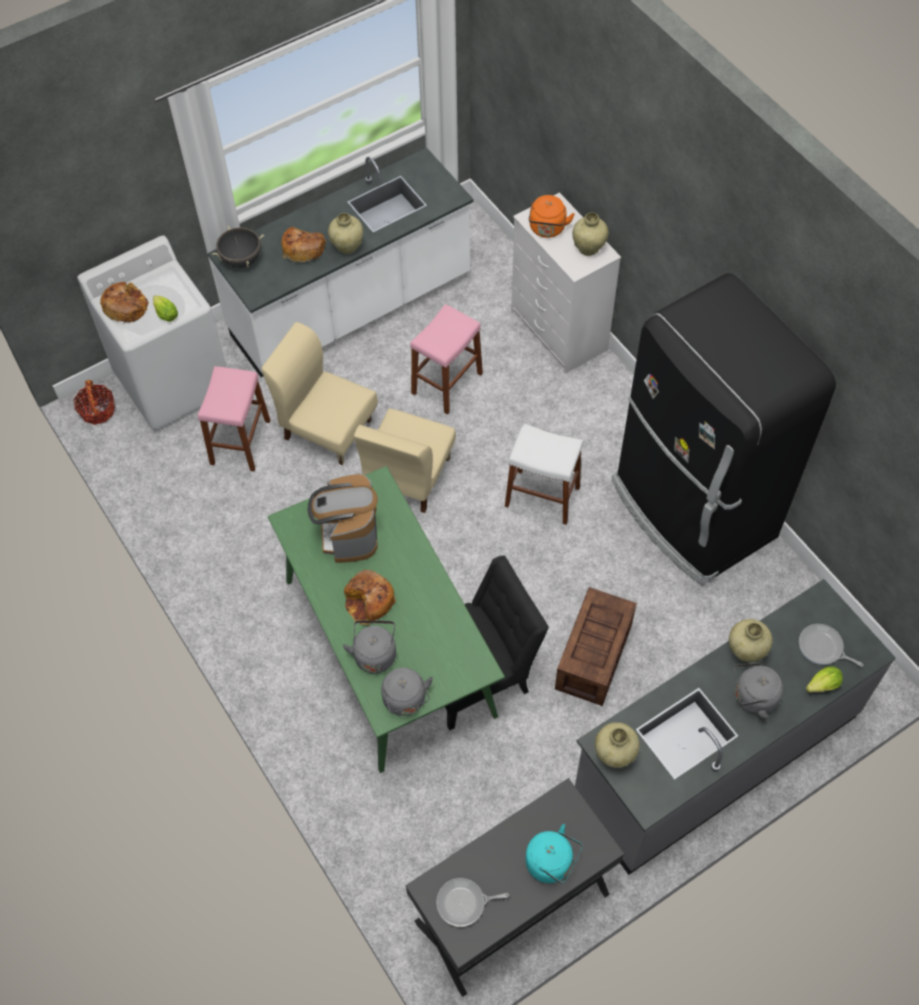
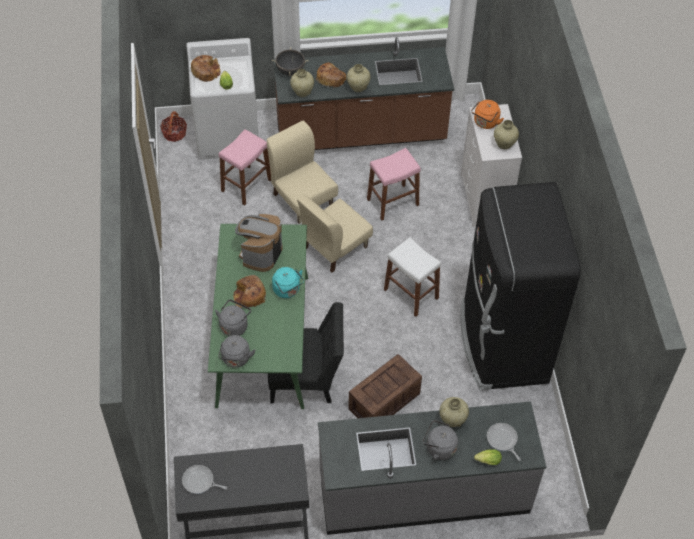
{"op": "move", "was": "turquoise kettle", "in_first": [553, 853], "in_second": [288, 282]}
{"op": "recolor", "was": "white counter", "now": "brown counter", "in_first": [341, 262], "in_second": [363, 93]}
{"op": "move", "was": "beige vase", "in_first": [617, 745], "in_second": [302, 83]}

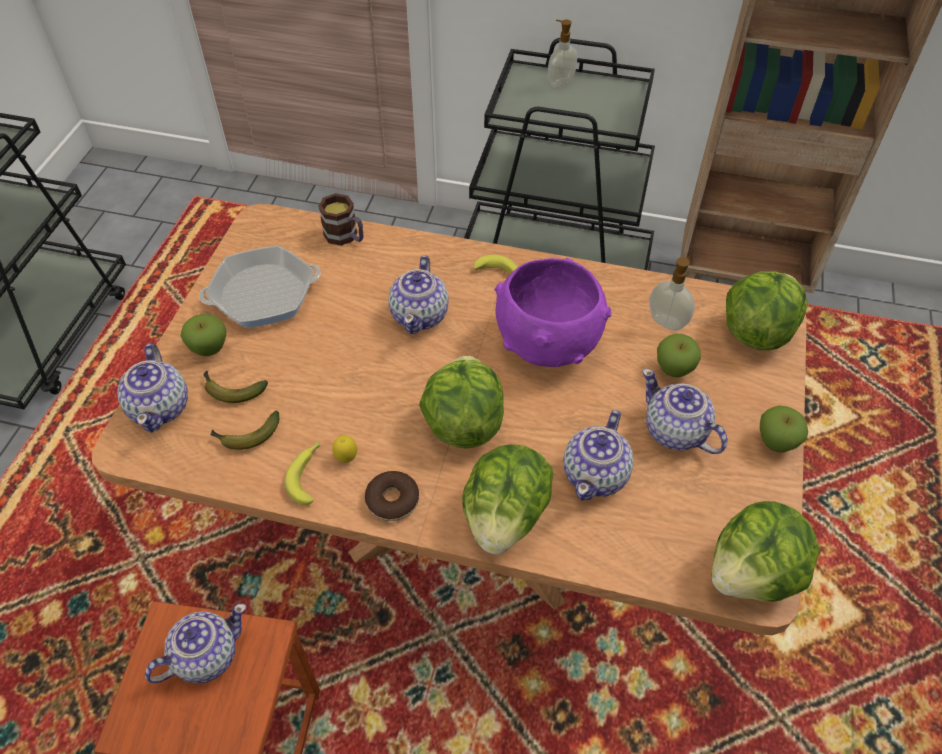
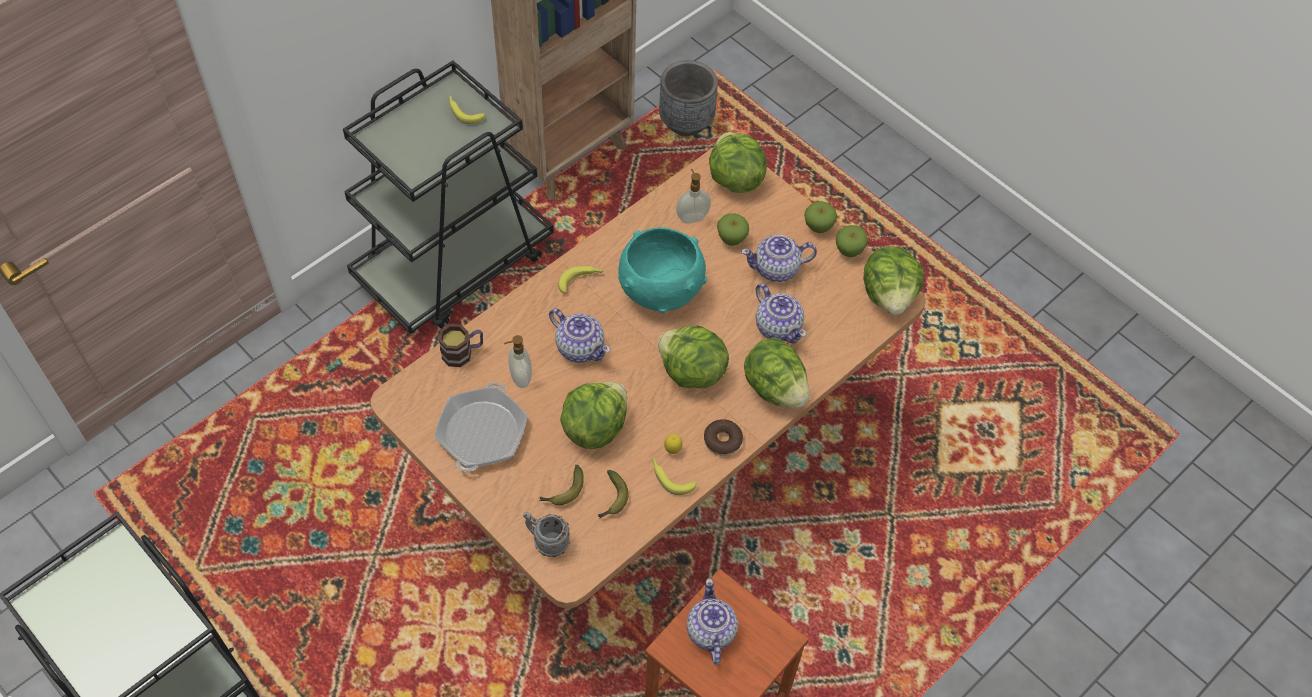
{"op": "insert", "now": "banana", "in_second": [467, 110]}
{"op": "move", "was": "soap dispenser", "in_first": [562, 54], "in_second": [518, 361]}
{"op": "replace", "was": "teapot", "now": "grey mug", "in_first": [153, 387], "in_second": [546, 534]}
{"op": "insert", "now": "lettuce", "in_second": [593, 415]}
{"op": "recolor", "was": "purple bowl", "now": "turquoise bowl", "in_first": [553, 312], "in_second": [662, 270]}
{"op": "insert", "now": "grey planter", "in_second": [688, 98]}
{"op": "move", "was": "apple", "in_first": [203, 335], "in_second": [852, 241]}

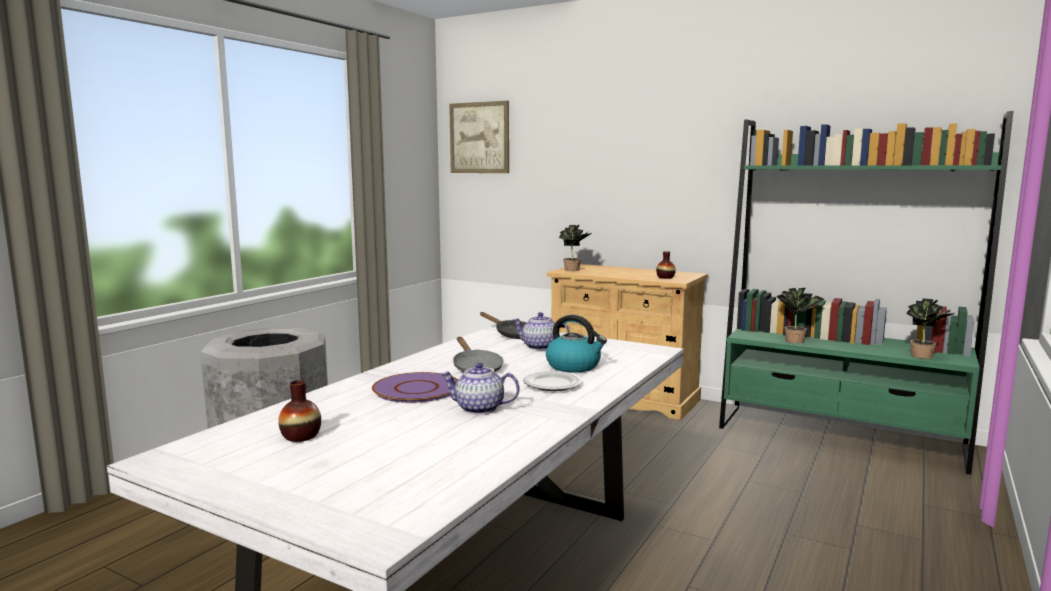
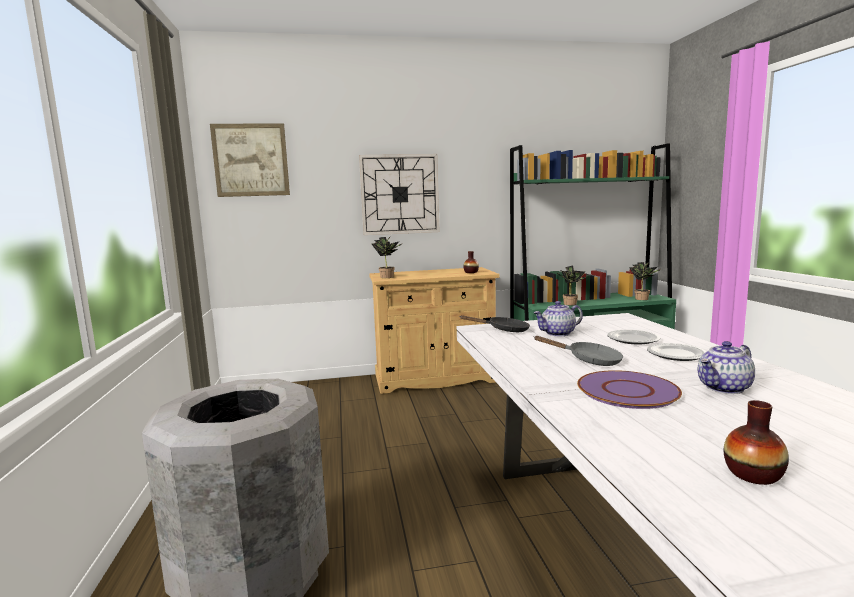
{"op": "insert", "now": "wall clock", "in_second": [399, 194]}
{"op": "replace", "was": "kettle", "now": "plate", "in_first": [576, 344], "in_second": [633, 337]}

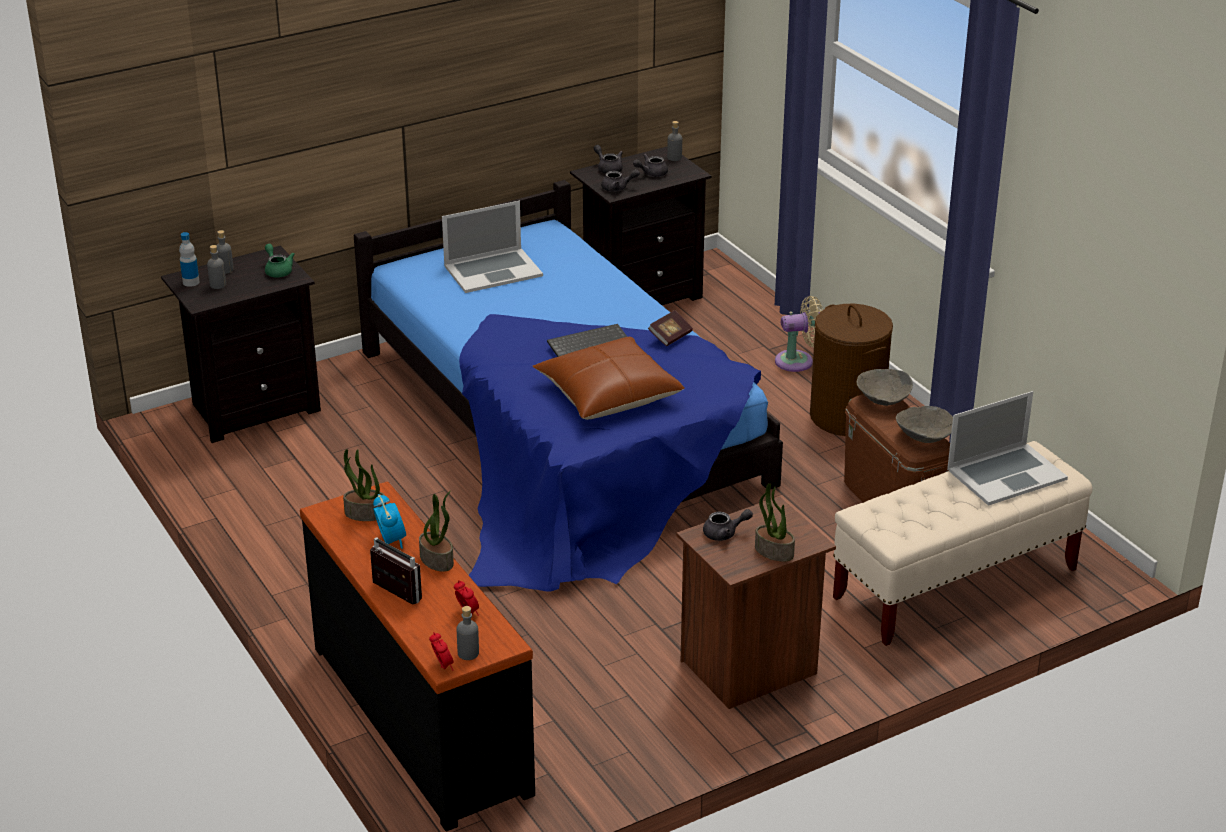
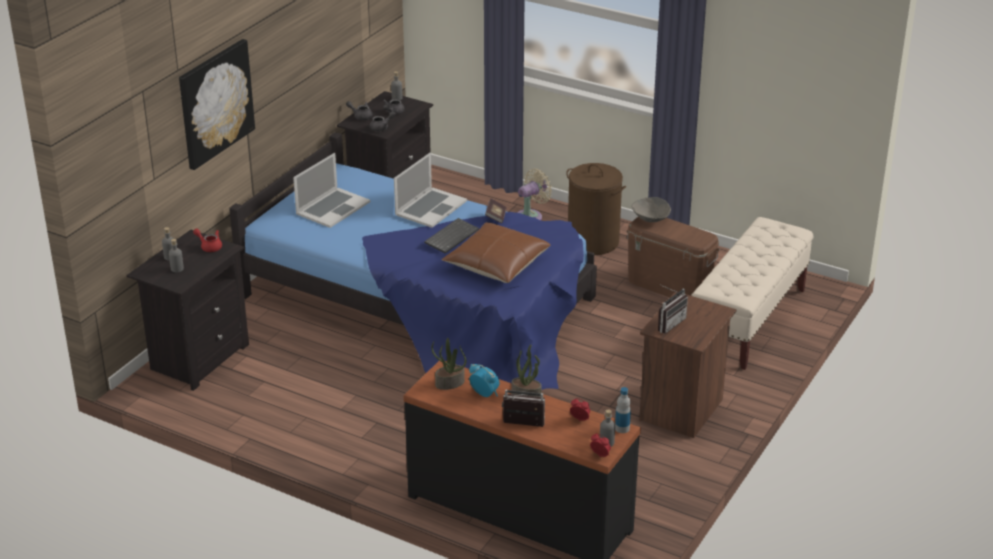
{"op": "insert", "now": "picture", "in_second": [217, 104]}
{"op": "recolor", "was": "green teapot", "now": "red teapot", "in_first": [280, 260], "in_second": [207, 240]}
{"op": "move", "was": "laptop", "in_first": [1007, 448], "in_second": [430, 190]}
{"op": "move", "was": "bottle", "in_first": [189, 259], "in_second": [623, 410]}
{"op": "replace", "was": "grey teapot", "now": "radio", "in_first": [728, 525], "in_second": [673, 309]}
{"op": "delete", "was": "potted plant", "in_first": [775, 522]}
{"op": "delete", "was": "grey bowl", "in_first": [924, 424]}

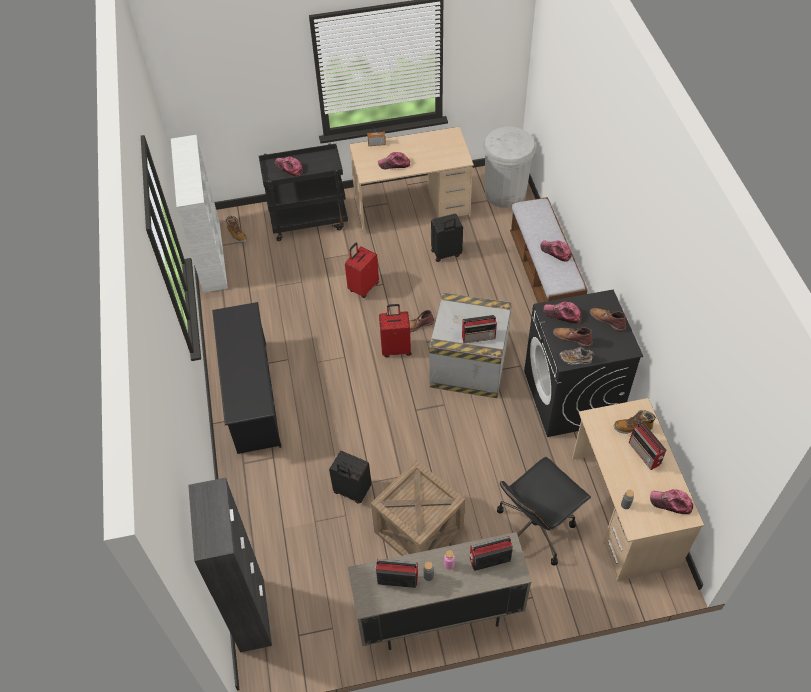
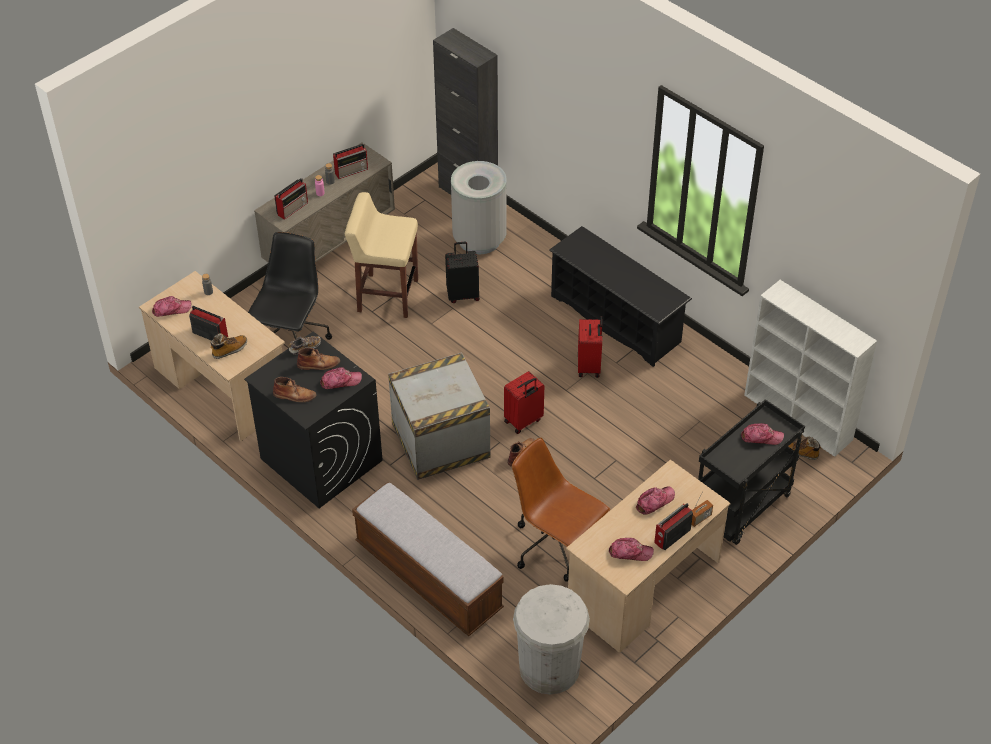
{"op": "replace", "was": "crate", "now": "beige stool", "in_first": [418, 508], "in_second": [381, 255]}
{"op": "insert", "now": "grey trash can", "in_second": [479, 207]}
{"op": "replace", "was": "black suitcase", "now": "brown office chair", "in_first": [447, 238], "in_second": [561, 509]}
{"op": "move", "was": "red suitcase", "in_first": [362, 270], "in_second": [590, 347]}
{"op": "move", "was": "cap", "in_first": [556, 251], "in_second": [631, 549]}
{"op": "move", "was": "radio", "in_first": [479, 329], "in_second": [673, 526]}

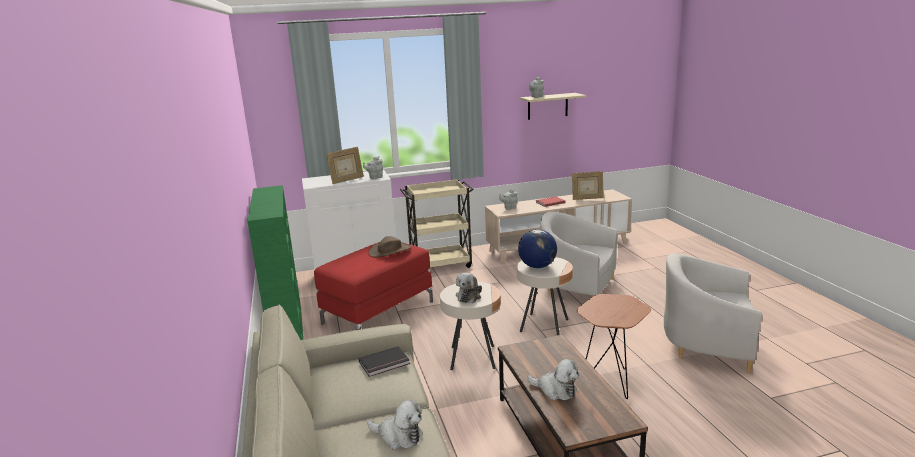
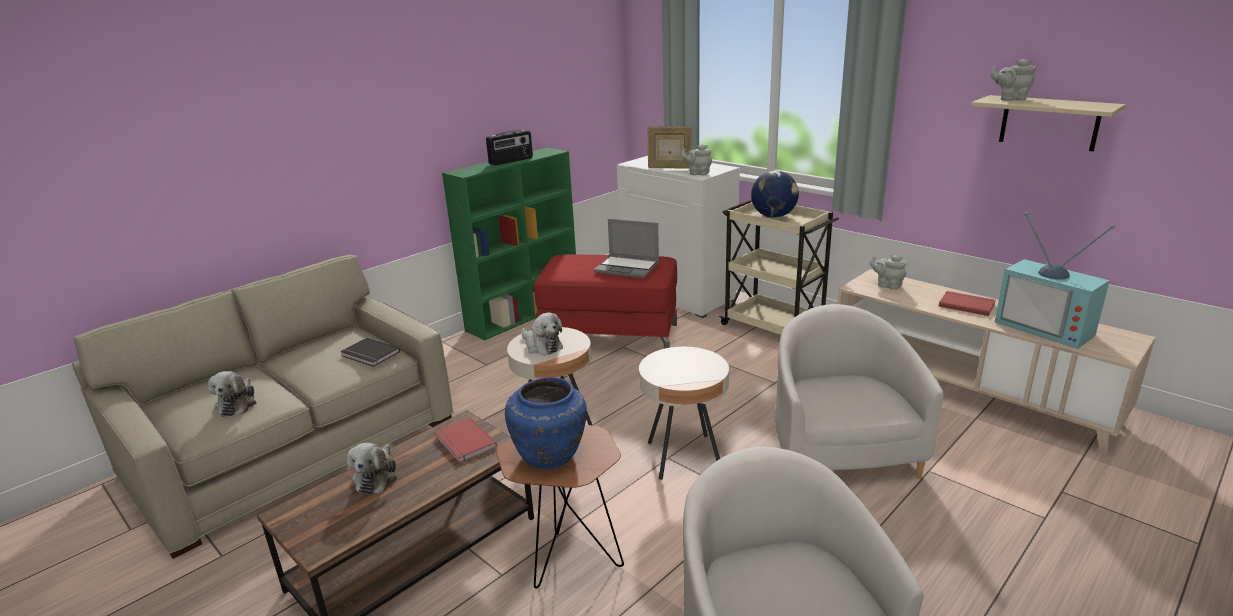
{"op": "insert", "now": "red book", "in_second": [465, 440]}
{"op": "insert", "now": "radio", "in_second": [509, 148]}
{"op": "insert", "now": "blue vase", "in_second": [546, 423]}
{"op": "rotate", "was": "plush toy", "in_first": [469, 288], "in_second": [542, 333], "clockwise": -120}
{"op": "replace", "was": "brown hat", "now": "laptop", "in_first": [389, 247], "in_second": [626, 248]}
{"op": "move", "was": "globe", "in_first": [537, 248], "in_second": [775, 194]}
{"op": "replace", "was": "picture frame", "now": "television", "in_first": [588, 185], "in_second": [1055, 280]}

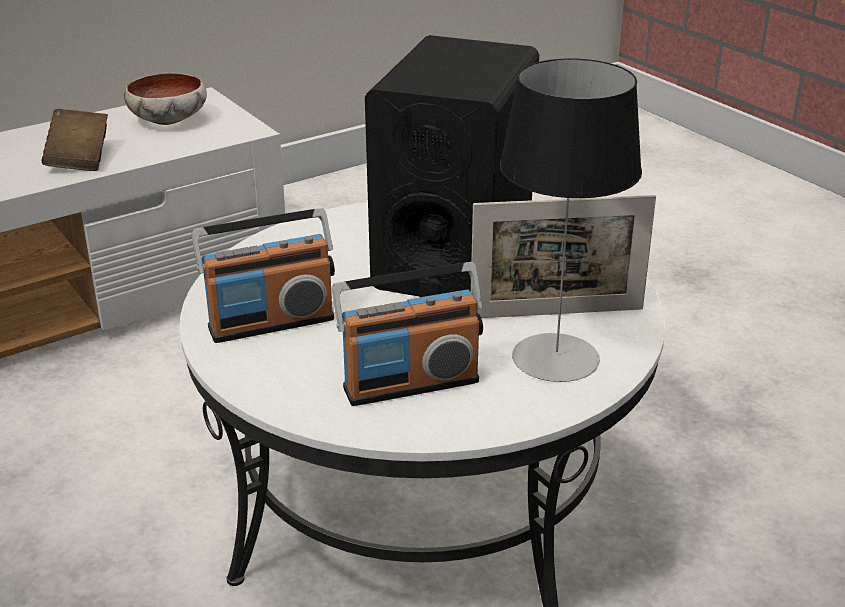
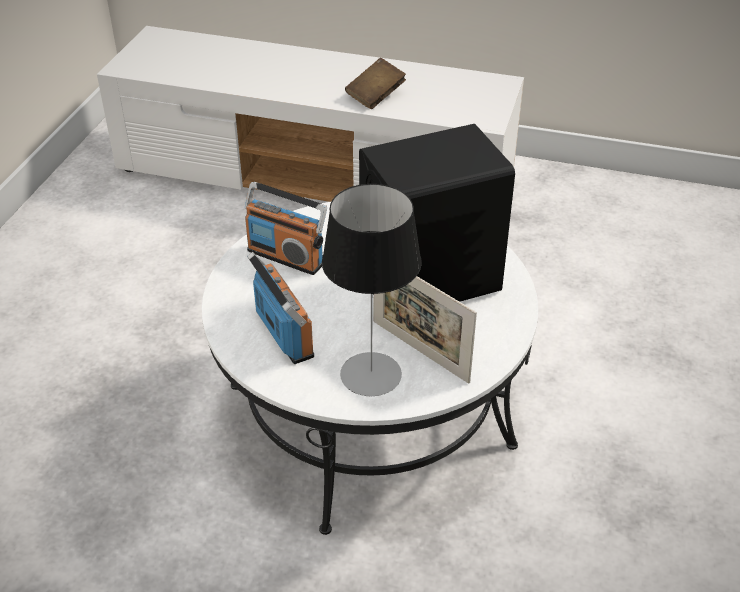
{"op": "rotate", "was": "radio", "in_first": [407, 334], "in_second": [280, 308], "clockwise": -150}
{"op": "delete", "was": "bowl", "in_first": [165, 99]}

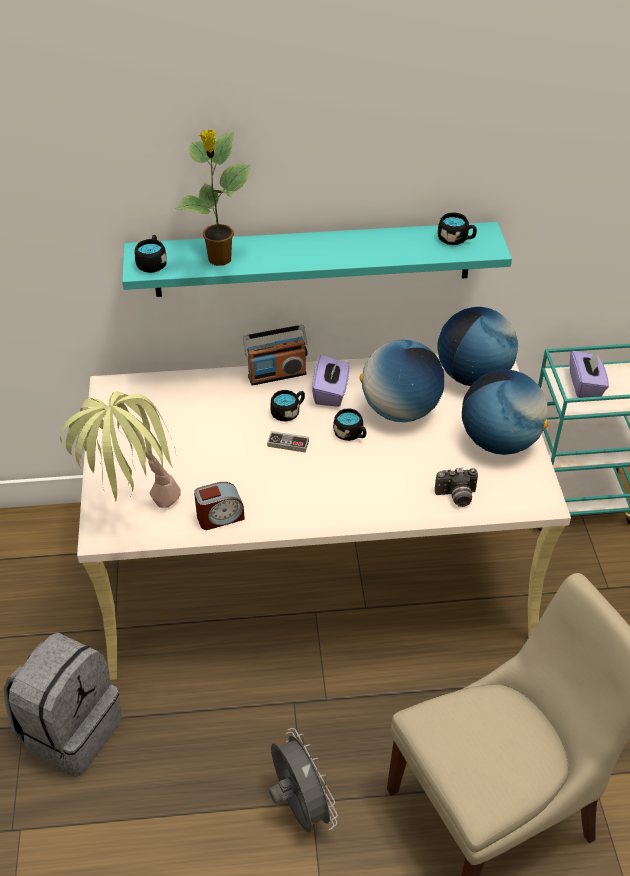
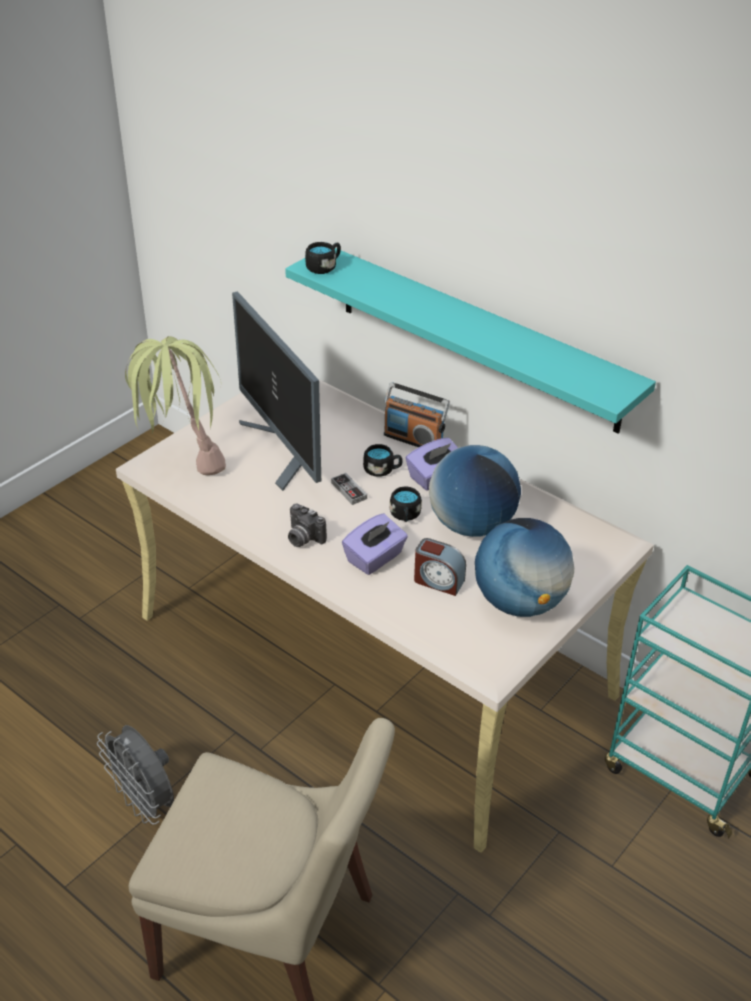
{"op": "rotate", "was": "grey fan", "in_first": [303, 780], "in_second": [135, 775], "clockwise": 120}
{"op": "insert", "now": "monitor", "in_second": [276, 391]}
{"op": "move", "was": "photo camera", "in_first": [456, 487], "in_second": [307, 525]}
{"op": "move", "was": "purple tissue box", "in_first": [589, 374], "in_second": [375, 544]}
{"op": "move", "was": "alarm clock", "in_first": [219, 506], "in_second": [440, 567]}
{"op": "delete", "was": "grey backpack", "in_first": [63, 704]}
{"op": "delete", "was": "potted plant", "in_first": [213, 197]}
{"op": "delete", "was": "globe", "in_first": [477, 346]}
{"op": "delete", "was": "black mug", "in_first": [457, 228]}

